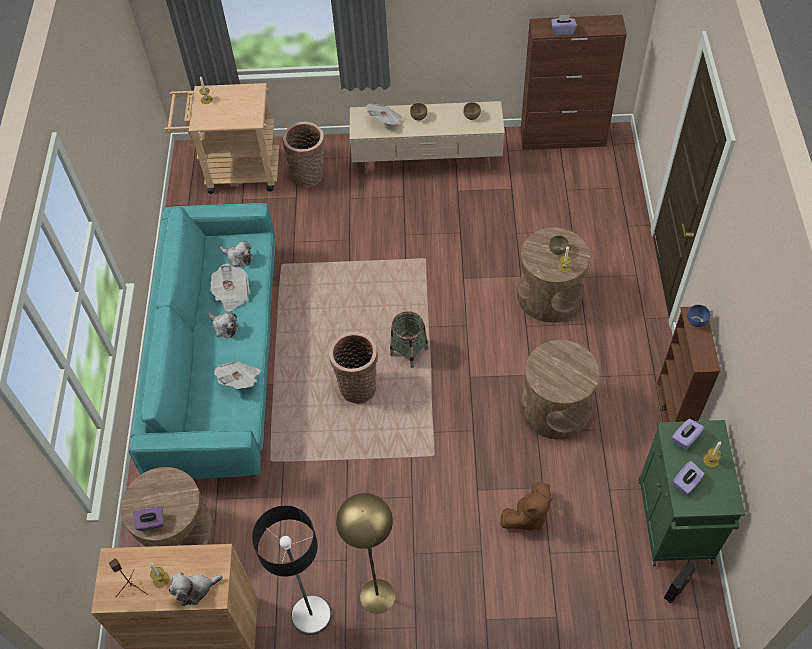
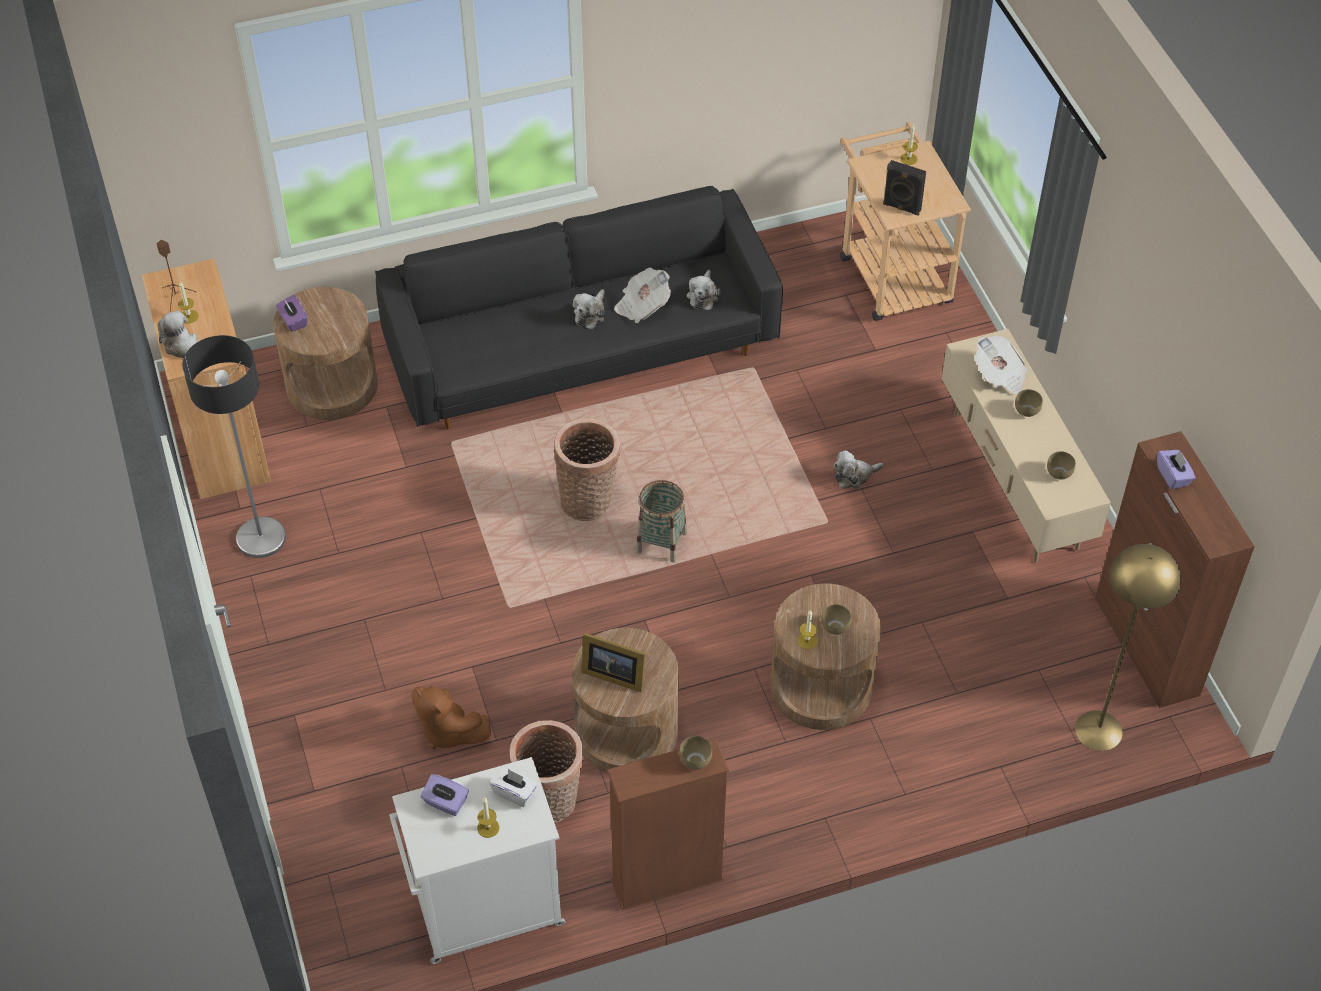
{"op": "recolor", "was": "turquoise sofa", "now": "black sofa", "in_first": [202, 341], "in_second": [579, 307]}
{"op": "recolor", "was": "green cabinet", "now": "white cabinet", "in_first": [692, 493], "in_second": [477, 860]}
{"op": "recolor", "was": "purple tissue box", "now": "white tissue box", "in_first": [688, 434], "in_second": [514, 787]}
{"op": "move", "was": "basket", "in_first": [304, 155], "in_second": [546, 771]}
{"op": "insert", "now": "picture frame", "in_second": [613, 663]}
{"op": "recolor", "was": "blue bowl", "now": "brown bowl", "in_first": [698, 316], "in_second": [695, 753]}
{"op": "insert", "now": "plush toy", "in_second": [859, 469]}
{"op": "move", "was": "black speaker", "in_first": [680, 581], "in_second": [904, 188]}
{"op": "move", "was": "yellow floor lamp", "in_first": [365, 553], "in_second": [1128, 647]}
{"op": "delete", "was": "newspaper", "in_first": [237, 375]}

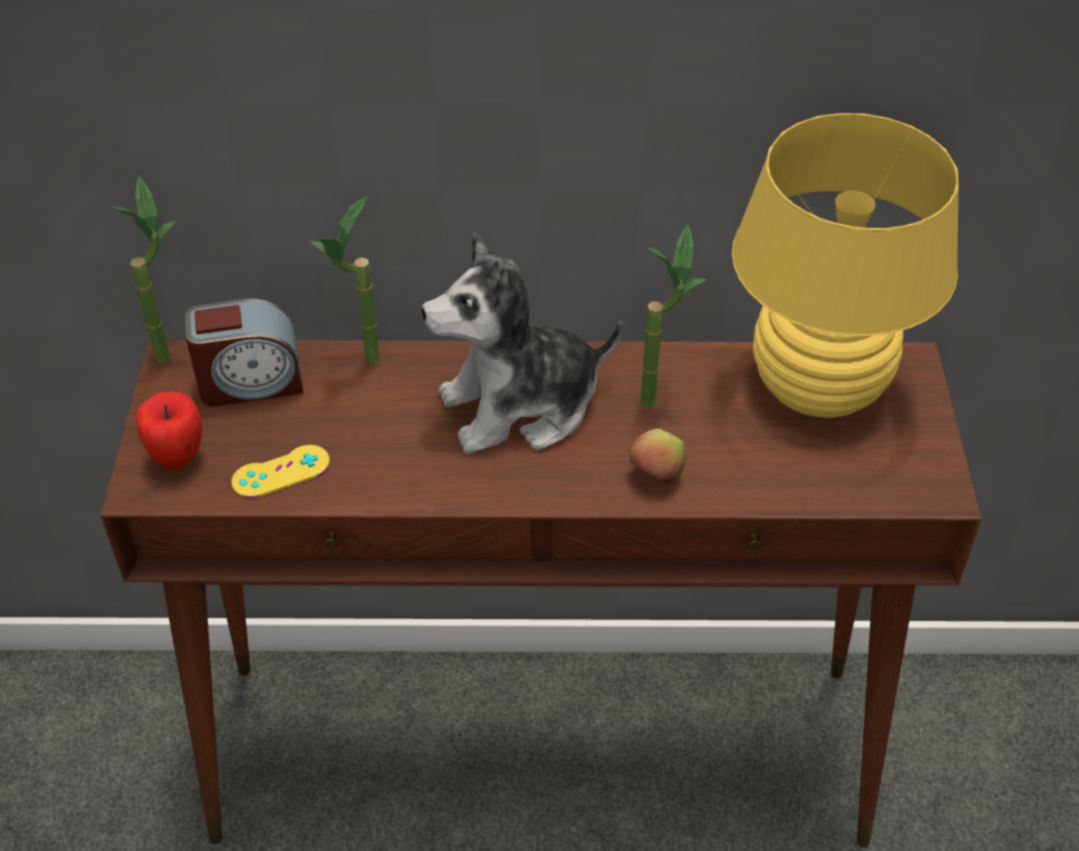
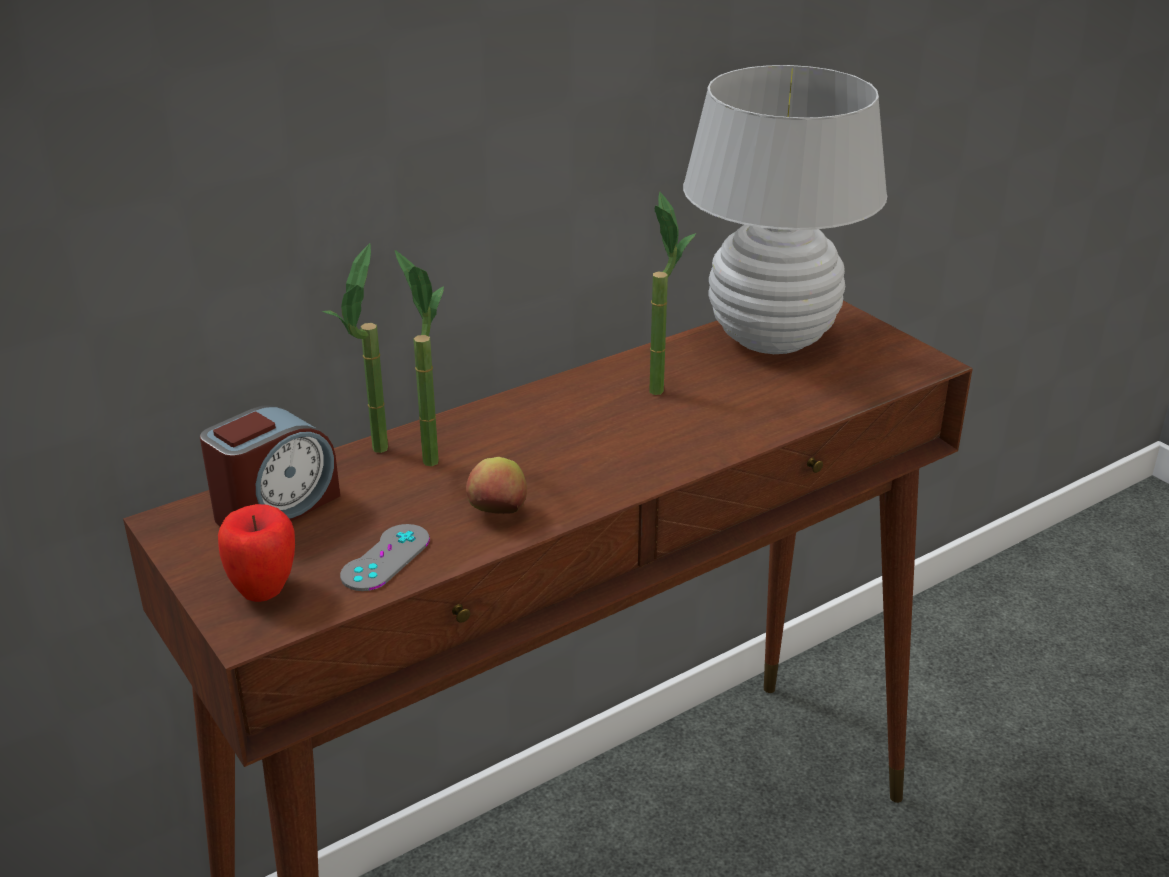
{"op": "recolor", "was": "yellow game controller", "now": "grey game controller", "in_first": [281, 471], "in_second": [385, 557]}
{"op": "move", "was": "potted plant", "in_first": [143, 269], "in_second": [419, 358]}
{"op": "move", "was": "apple", "in_first": [657, 456], "in_second": [496, 485]}
{"op": "recolor", "was": "yellow table lamp", "now": "white table lamp", "in_first": [845, 265], "in_second": [785, 209]}
{"op": "delete", "was": "plush toy", "in_first": [522, 343]}

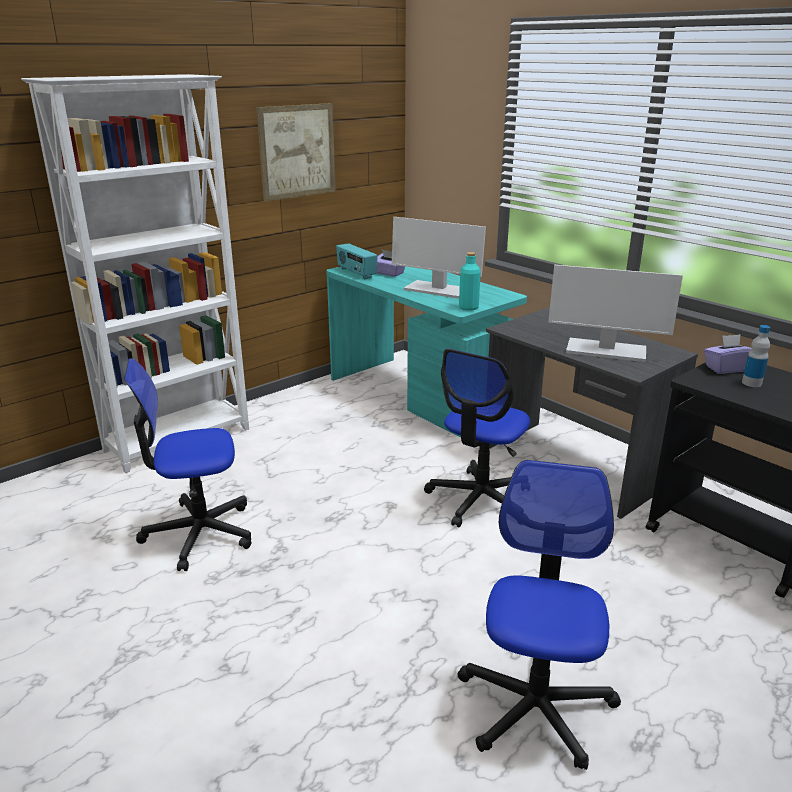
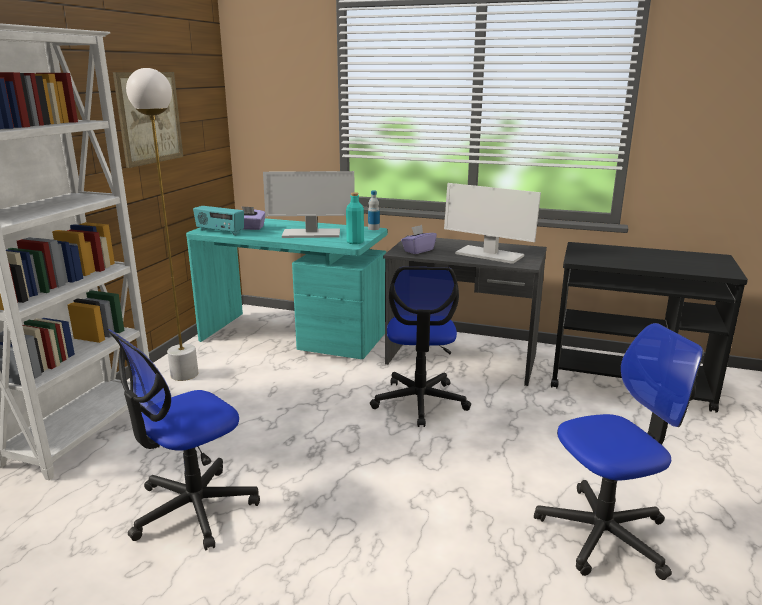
{"op": "insert", "now": "white floor lamp", "in_second": [162, 224]}
{"op": "move", "was": "bottle", "in_first": [756, 356], "in_second": [374, 210]}
{"op": "move", "was": "purple tissue box", "in_first": [727, 354], "in_second": [419, 239]}
{"op": "rotate", "was": "monitor", "in_first": [615, 313], "in_second": [492, 223], "clockwise": 45}
{"op": "rotate", "was": "office chair", "in_first": [539, 615], "in_second": [618, 451], "clockwise": 90}

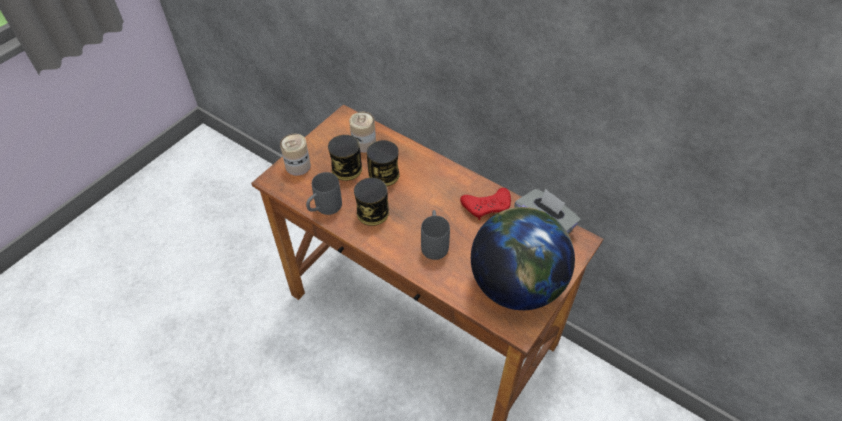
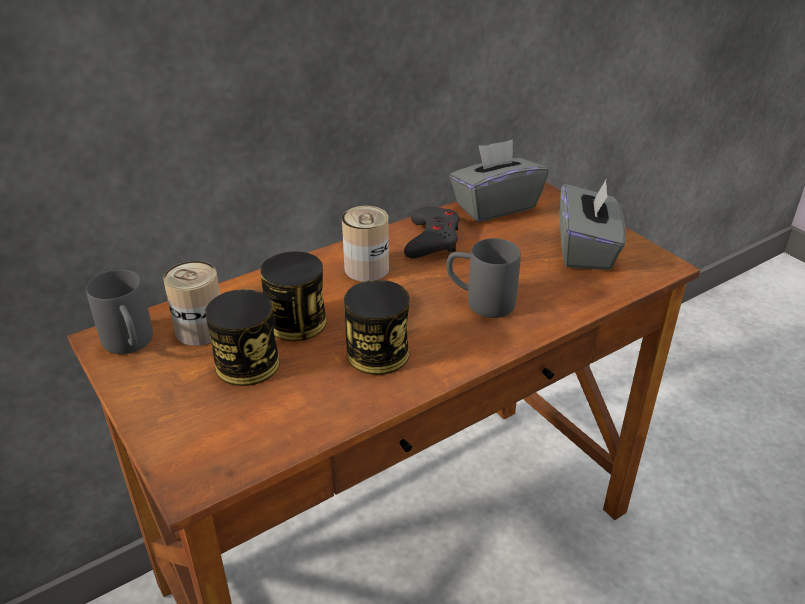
{"op": "move", "was": "grey mug", "in_first": [324, 193], "in_second": [119, 312]}
{"op": "move", "was": "can", "in_first": [295, 155], "in_second": [365, 244]}
{"op": "recolor", "was": "red game controller", "now": "grey game controller", "in_first": [485, 204], "in_second": [432, 233]}
{"op": "replace", "was": "globe", "now": "grey tissue box", "in_first": [523, 258], "in_second": [592, 224]}

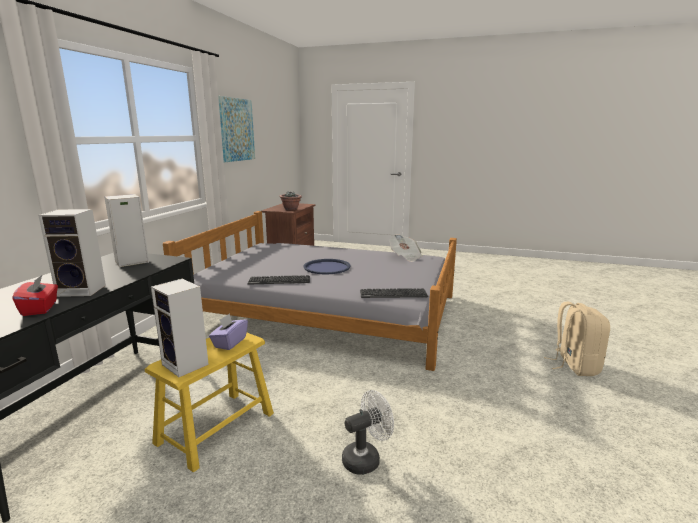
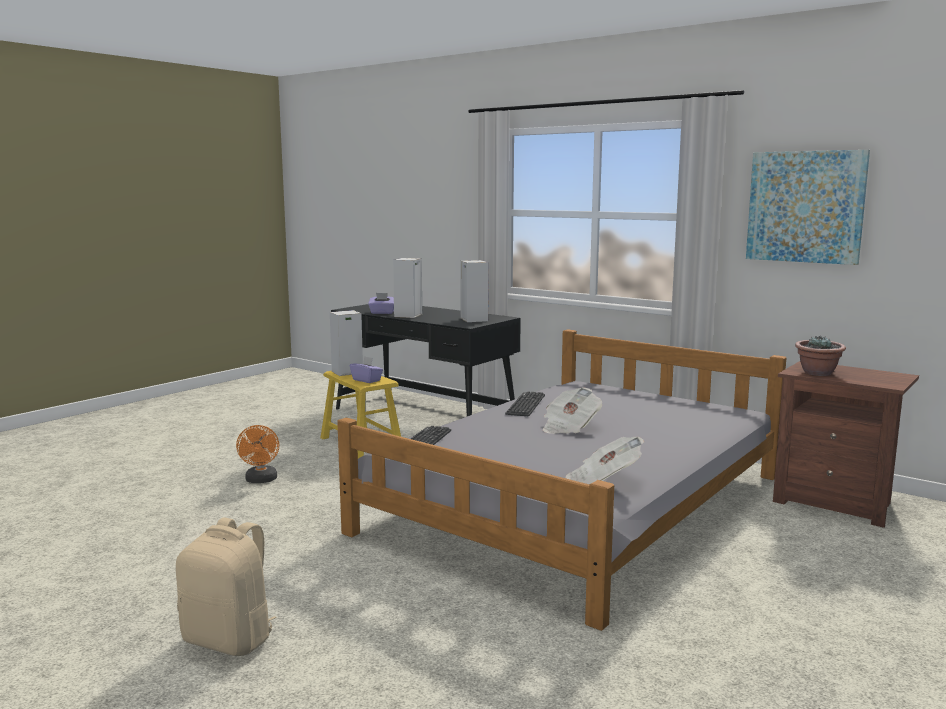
{"op": "recolor", "was": "white fan", "now": "orange fan", "in_first": [368, 432], "in_second": [257, 454]}
{"op": "recolor", "was": "red tissue box", "now": "purple tissue box", "in_first": [35, 295], "in_second": [381, 303]}
{"op": "replace", "was": "blue tray", "now": "newspaper", "in_first": [327, 266], "in_second": [572, 411]}

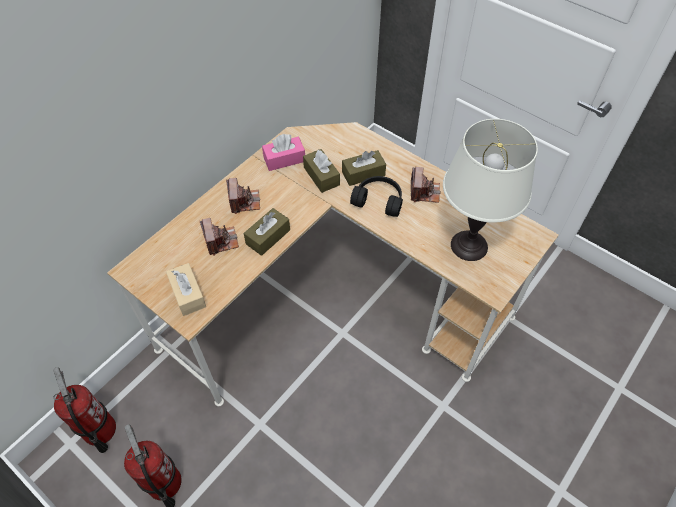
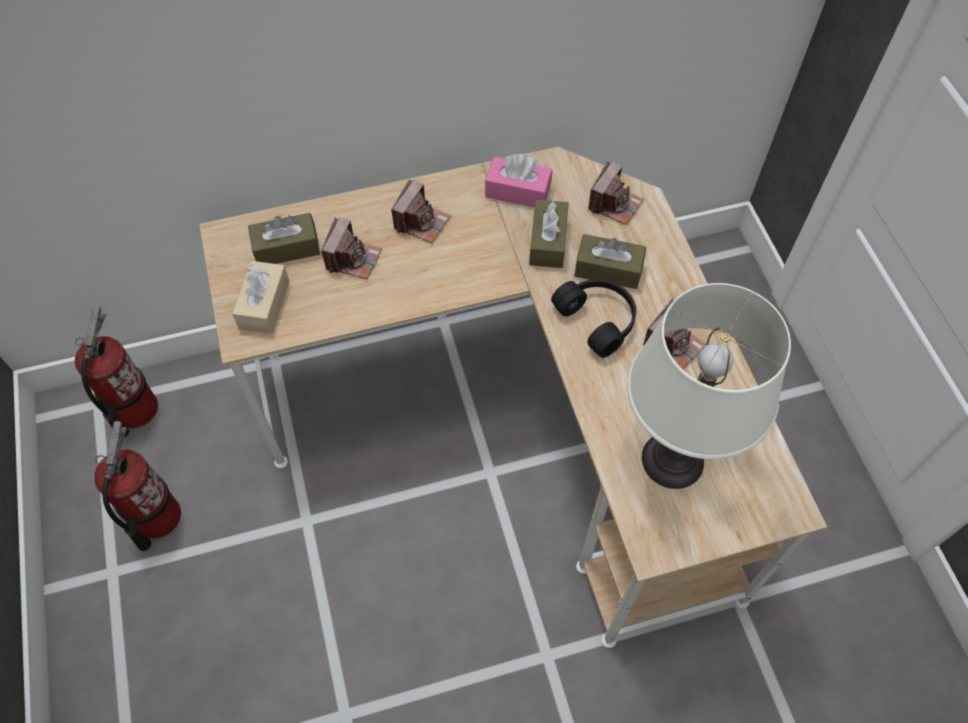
{"op": "move", "was": "brown tissue box", "in_first": [267, 232], "in_second": [284, 238]}
{"op": "insert", "now": "photo camera", "in_second": [616, 193]}

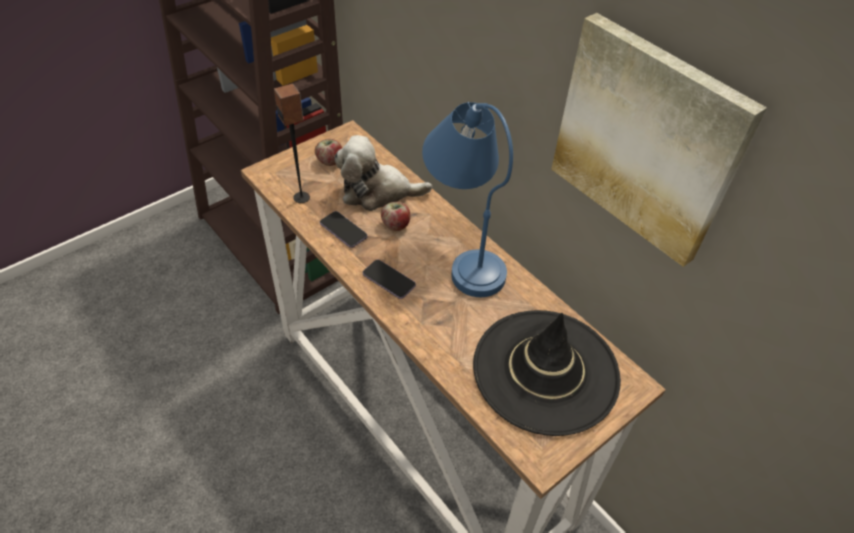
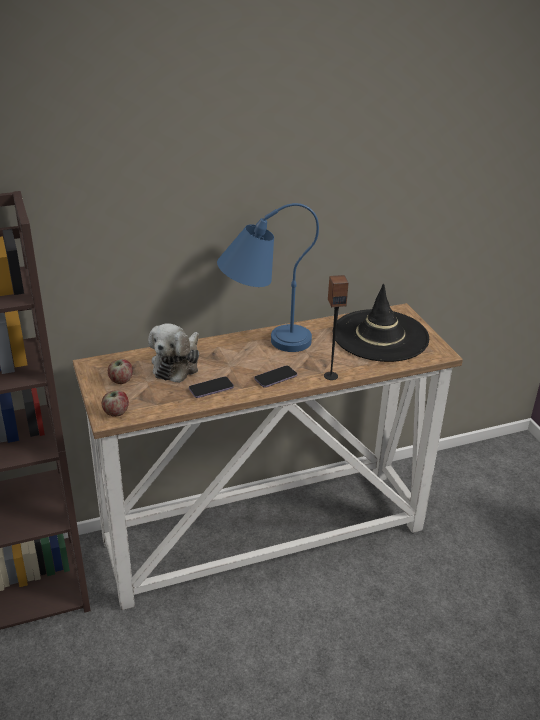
{"op": "move", "was": "apple", "in_first": [395, 216], "in_second": [115, 403]}
{"op": "move", "was": "speaker", "in_first": [292, 143], "in_second": [336, 327]}
{"op": "delete", "was": "picture", "in_first": [659, 140]}

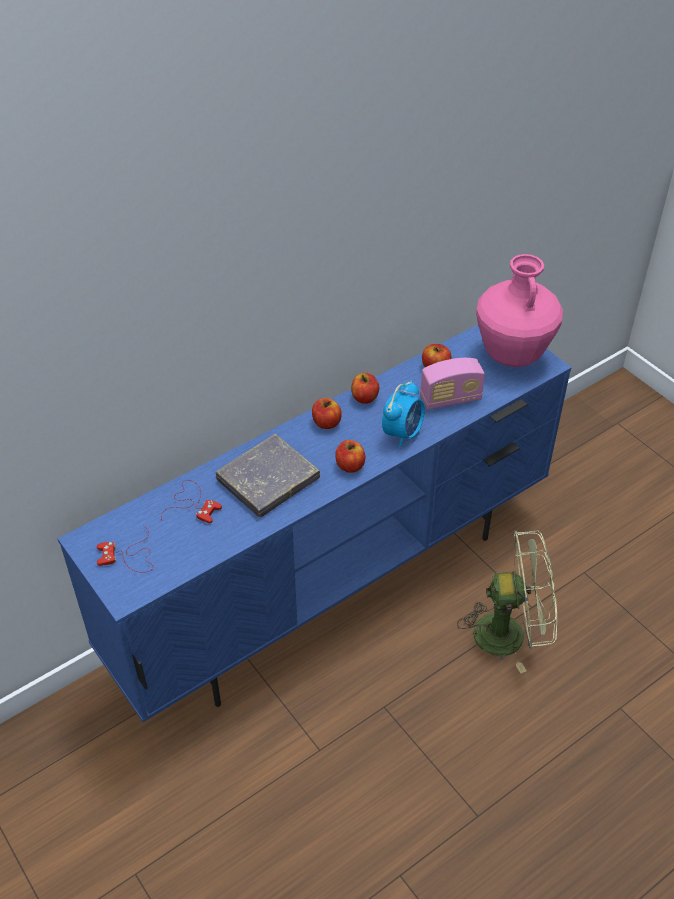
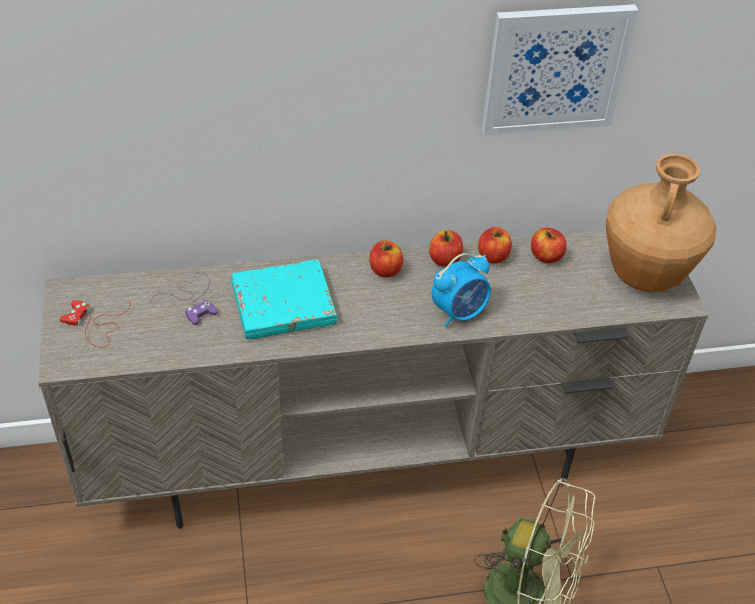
{"op": "recolor", "was": "blue tv stand", "now": "beige tv stand", "in_first": [314, 523], "in_second": [373, 379]}
{"op": "recolor", "was": "red game controller", "now": "purple game controller", "in_first": [191, 502], "in_second": [184, 298]}
{"op": "recolor", "was": "grey book", "now": "turquoise book", "in_first": [268, 475], "in_second": [284, 299]}
{"op": "move", "was": "apple", "in_first": [350, 456], "in_second": [495, 245]}
{"op": "insert", "now": "picture", "in_second": [560, 69]}
{"op": "recolor", "was": "pink vase", "now": "brown vase", "in_first": [519, 310], "in_second": [661, 223]}
{"op": "delete", "was": "radio", "in_first": [452, 384]}

